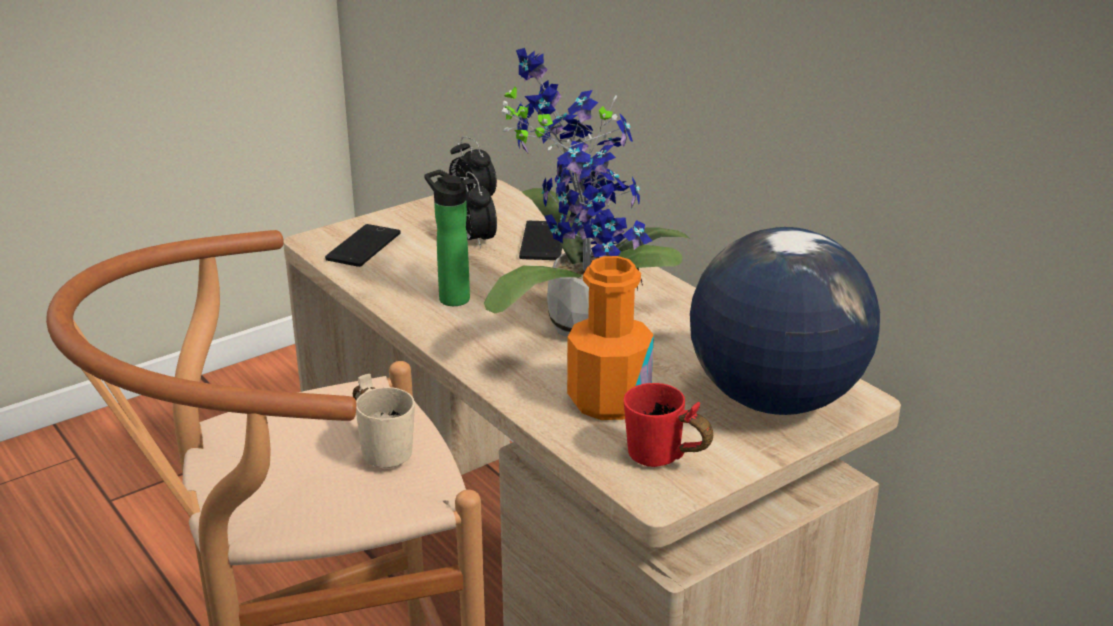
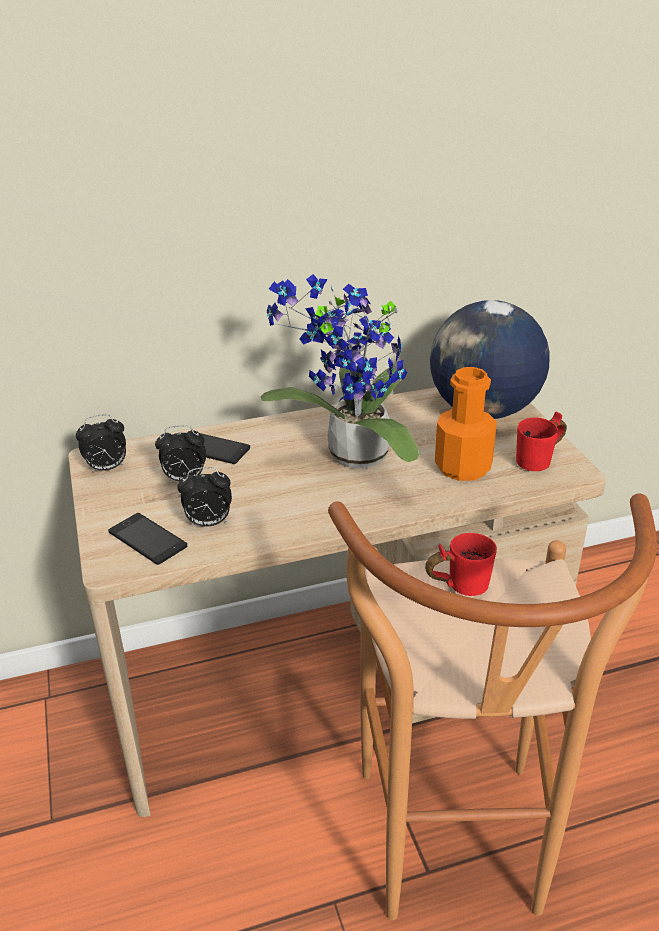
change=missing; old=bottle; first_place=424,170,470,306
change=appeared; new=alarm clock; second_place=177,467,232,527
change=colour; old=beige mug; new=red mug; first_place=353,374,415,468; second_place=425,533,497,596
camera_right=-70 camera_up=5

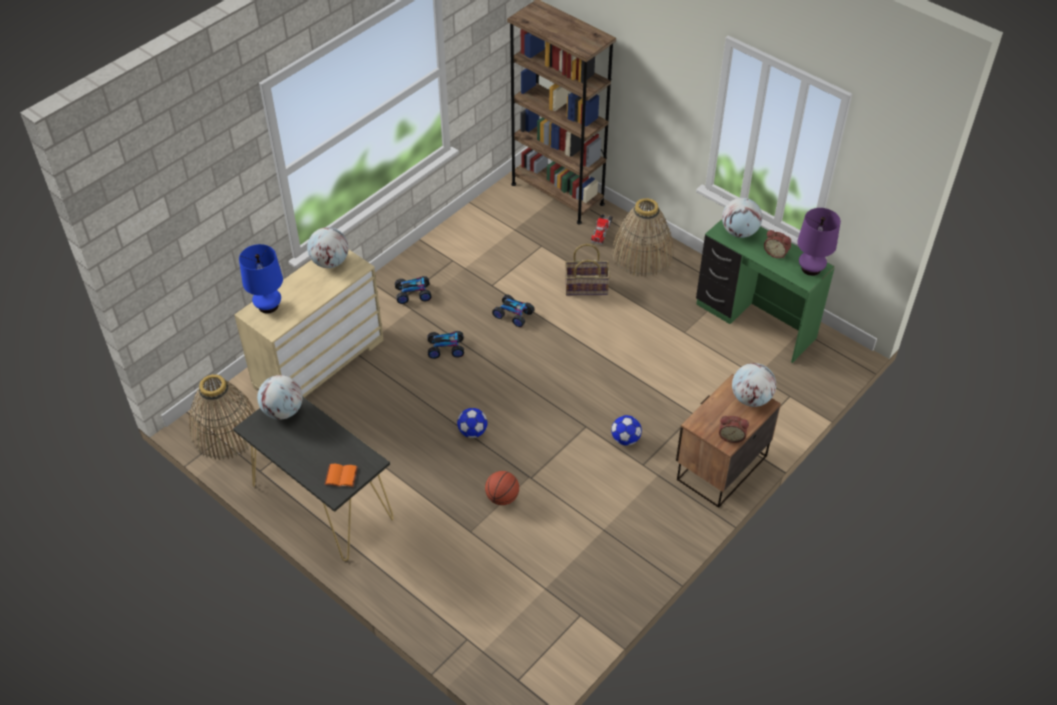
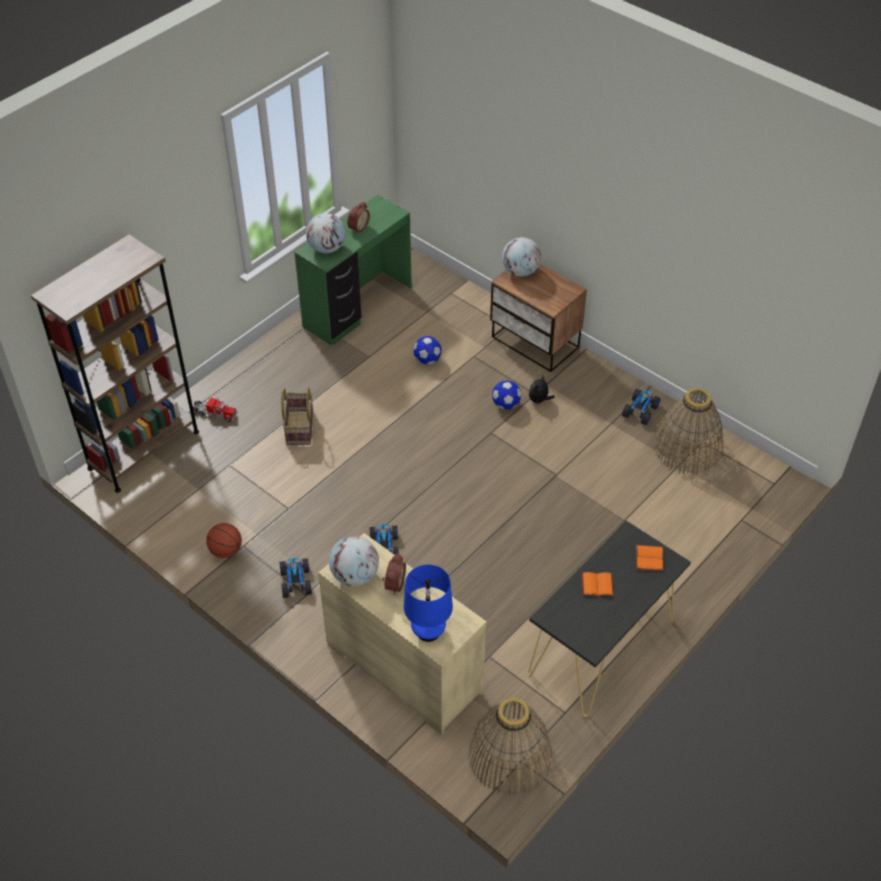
change=missing; old=globe; first_place=257,375,303,420
change=missing; old=purple table lamp; first_place=797,208,841,276
change=appeared; new=plush toy; second_place=529,376,555,405
change=appeared; new=orange book; second_place=581,572,614,596
change=relocated; old=football; first_place=457,408,487,438; second_place=413,336,442,364
change=relocated; old=basketball; first_place=485,471,519,505; second_place=206,523,242,558
change=relocated; old=toy car; first_place=492,294,535,327; second_place=622,389,660,425
change=relocated; old=basket; first_place=611,198,674,277; second_place=653,388,723,474
change=relocated; old=alarm clock; first_place=719,416,749,443; second_place=382,553,406,595
camera_right=-90 camera_up=0

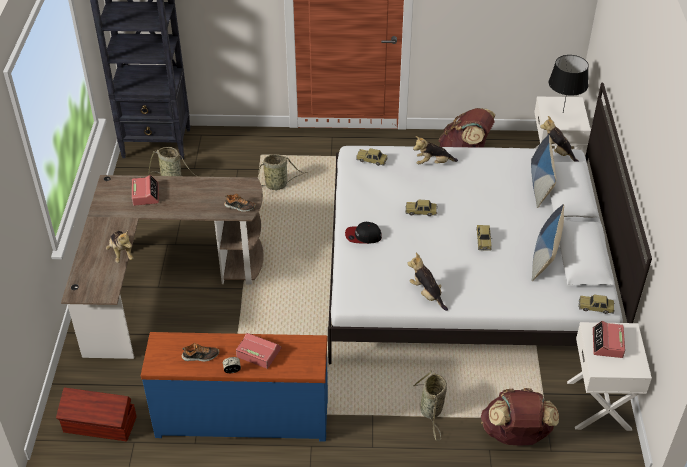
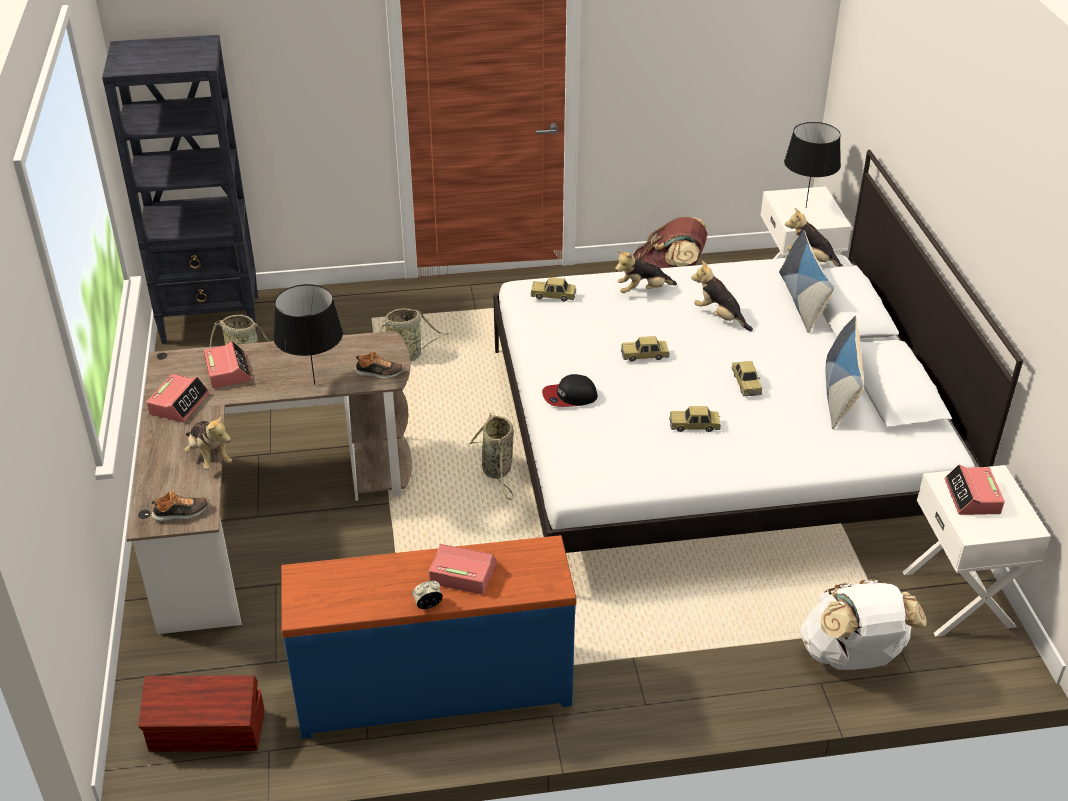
change=appeared; new=alarm clock; second_place=146,374,209,422
change=appeared; new=black table lamp; second_place=273,284,343,385
change=relocated; old=shoe; first_place=182,343,219,362; second_place=151,492,209,521
change=relocated; old=plush toy; first_place=407,253,448,311; second_place=691,261,753,331
change=relocated; old=basket; first_place=412,370,447,441; second_place=468,413,514,500
change=relocated; old=toy car; first_place=579,295,615,314; second_place=669,406,722,432
change=colour; old=brown backpack; new=white backpack; first_place=481,388,559,446; second_place=801,579,927,670
camera_right=-10 camera_up=-5

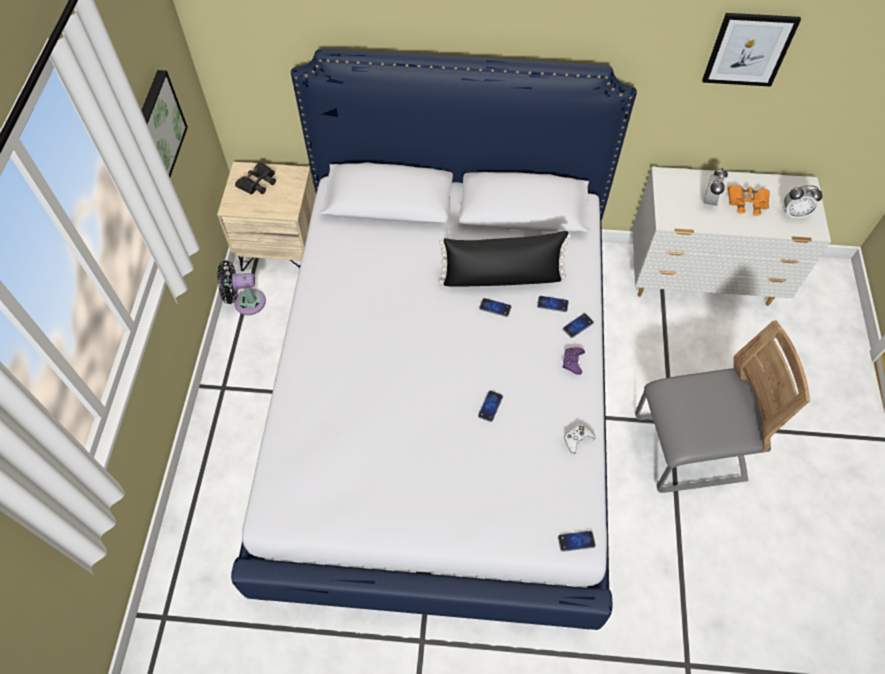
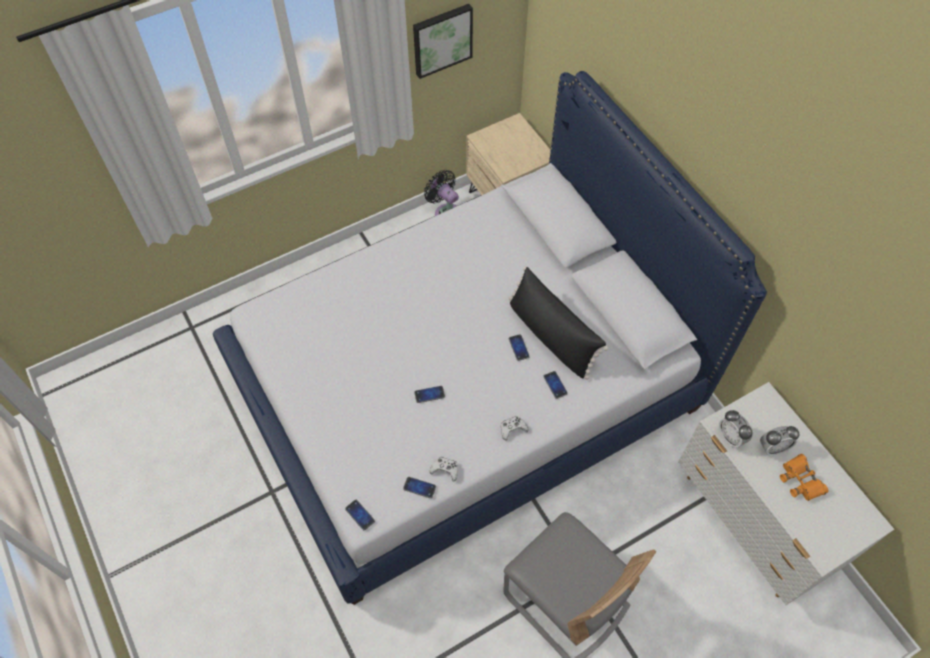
change=missing; old=black binoculars; first_place=235,161,276,194
change=missing; old=picture; first_place=702,13,801,87
change=relocated; old=phone; first_place=563,313,594,338; second_place=403,477,436,498
change=relocated; old=alarm clock; first_place=784,185,822,218; second_place=719,410,752,448
change=colour; old=purple game controller; new=white game controller; first_place=563,347,585,375; second_place=501,416,529,441
camera_right=55 camera_up=0

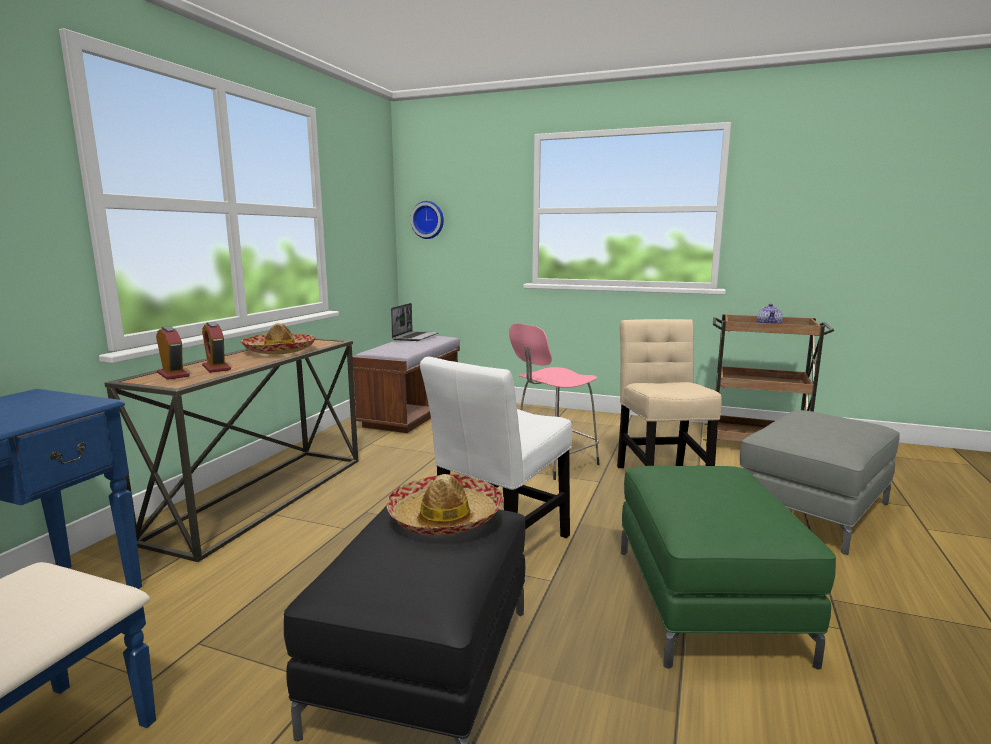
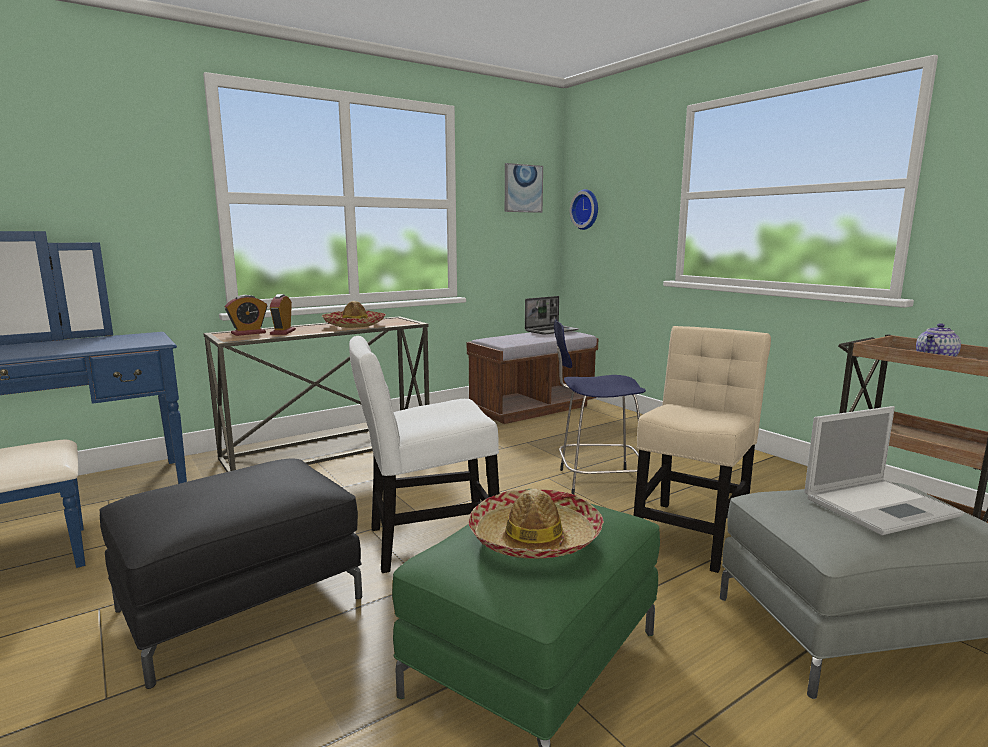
change=appeared; new=picture; second_place=505,163,543,213
change=appeared; new=laptop; second_place=804,406,964,535
change=relocated; old=hat; first_place=386,474,504,535; second_place=468,488,604,559
change=colour; old=pink stool; new=blue stool; first_place=509,323,600,480; second_place=554,319,646,494
change=spun; old=alarm clock; first_place=156,326,190,380; second_place=225,295,267,336; degrees=60
camera_right=35 camera_up=0

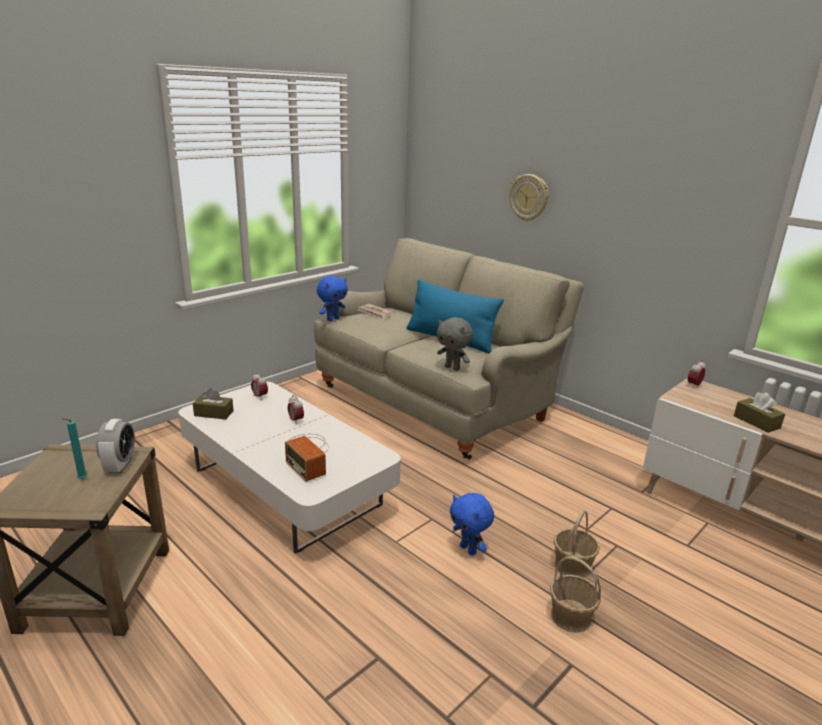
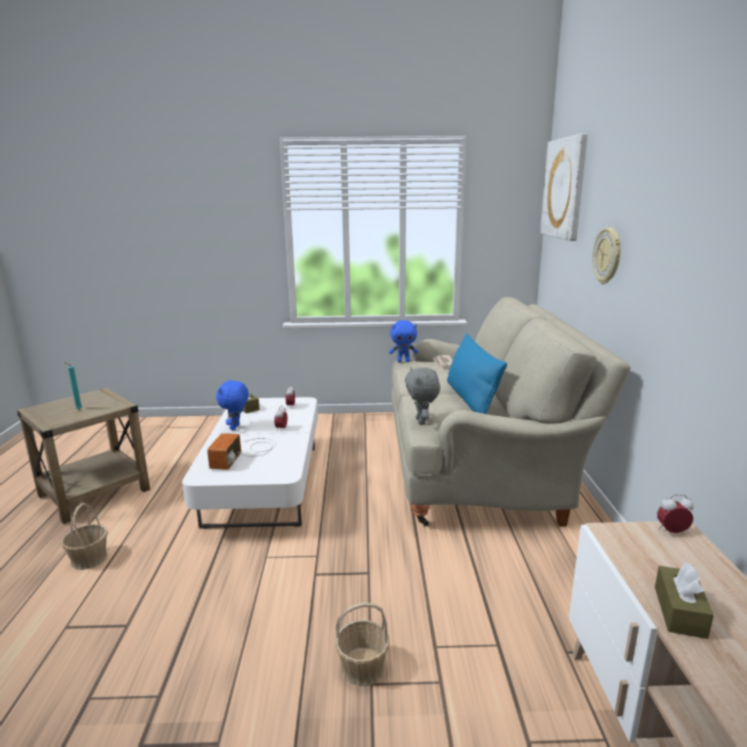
change=missing; old=alarm clock; first_place=96,419,135,473
change=appeared; new=picture; second_place=540,133,588,241
change=relocated; old=blue plush toy; first_place=450,493,494,556; second_place=216,380,249,430
change=relocated; old=basket; first_place=550,556,601,633; second_place=61,503,108,570
camera_right=45 camera_up=-5

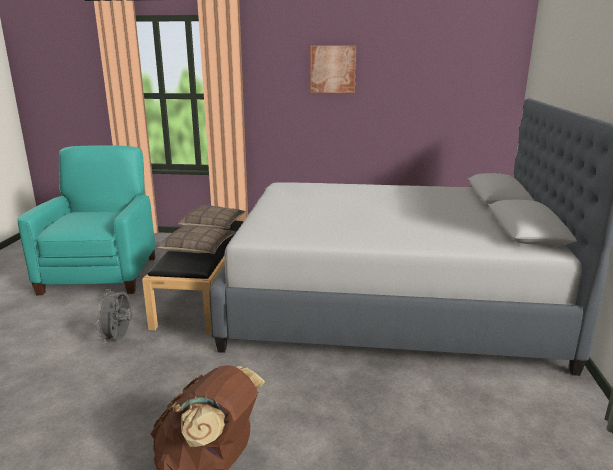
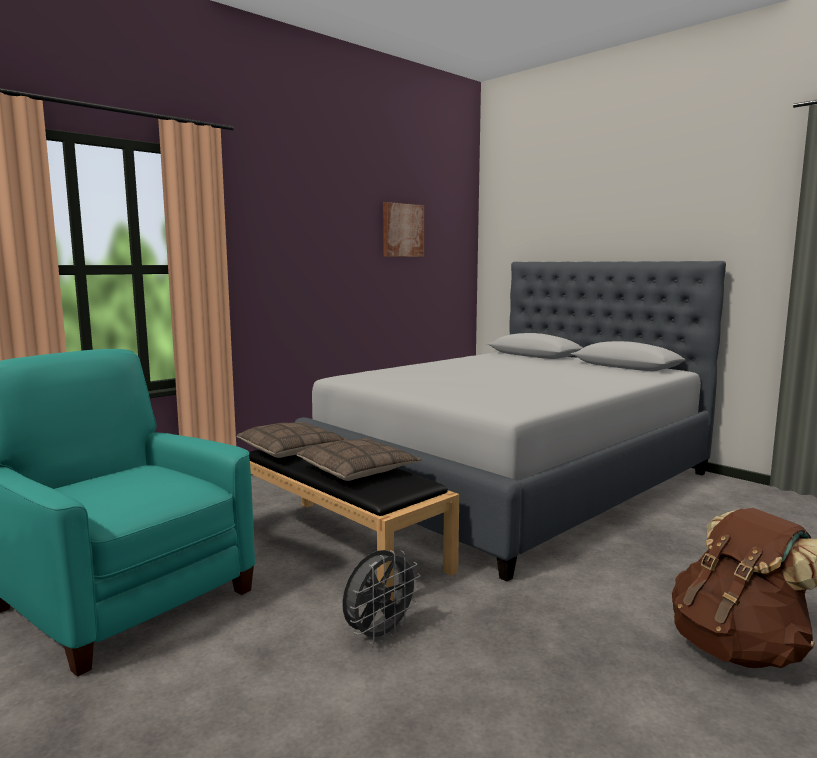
change=relocated; old=picture; first_place=310,45,356,93; second_place=383,202,424,257
change=spun; old=grey fan; first_place=95,288,133,343; second_place=342,550,421,645; degrees=-90
camera_right=-50 camera_up=-10

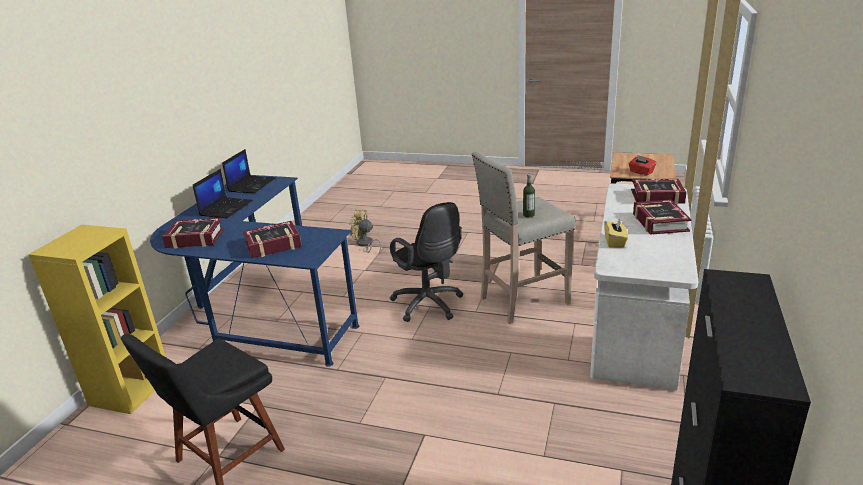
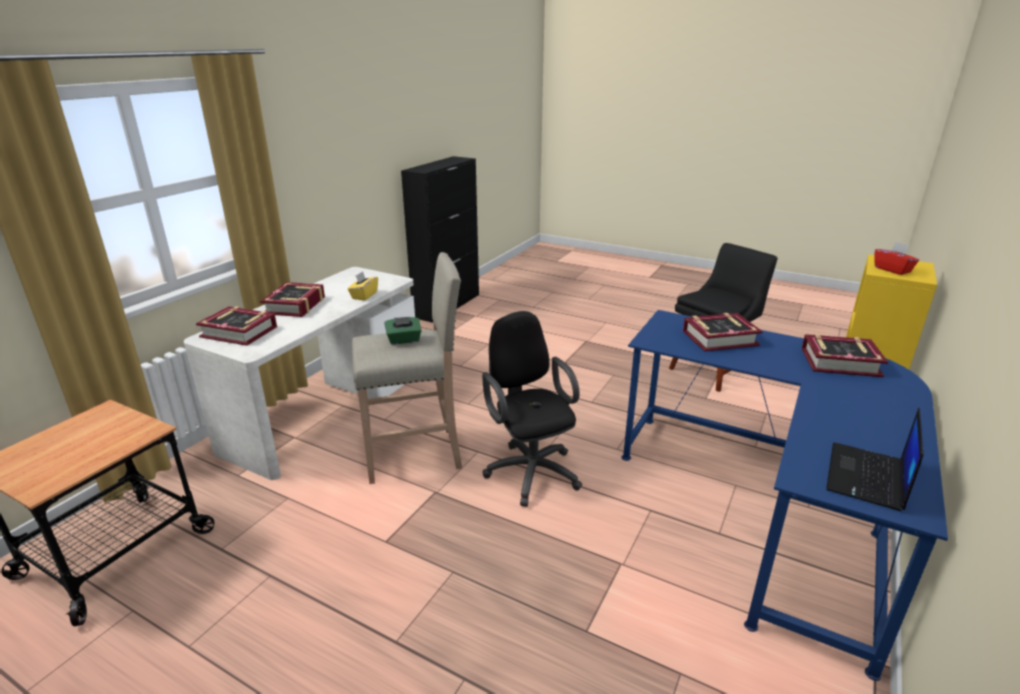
change=missing; old=laptop; first_place=193,169,253,218
change=missing; old=yellow fan; first_place=349,210,381,254
change=relocated; old=red tissue box; first_place=628,155,656,176; second_place=874,242,919,275
change=exchanged; old=bottle; new=green tissue box; first_place=523,174,535,217; second_place=384,317,422,345
camera_right=-170 camera_up=0

